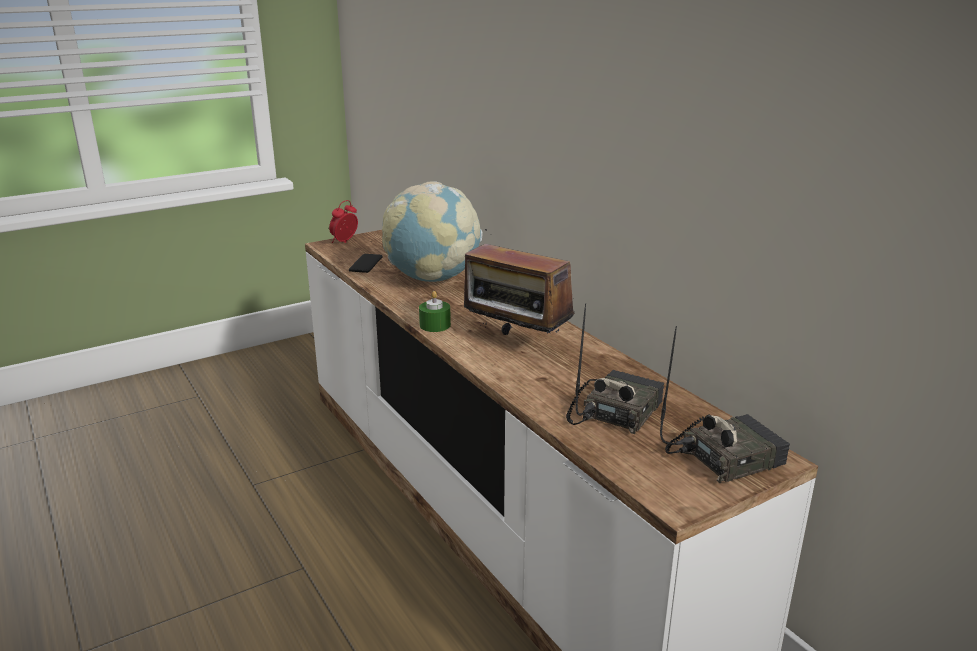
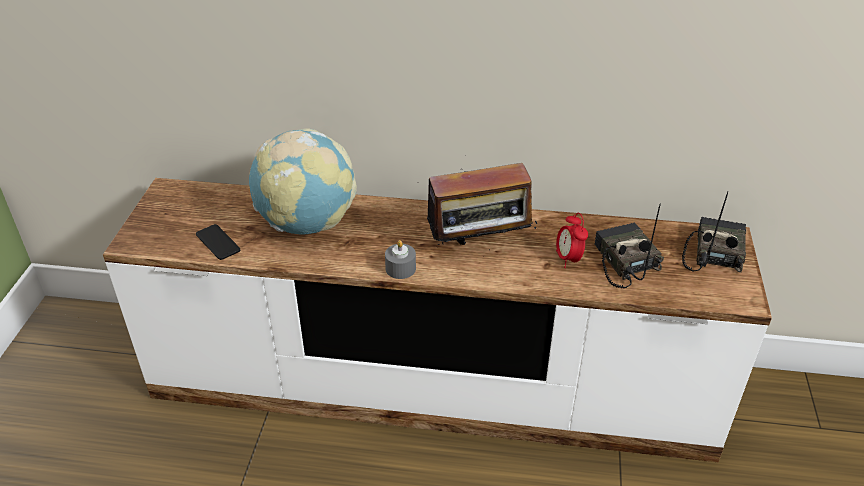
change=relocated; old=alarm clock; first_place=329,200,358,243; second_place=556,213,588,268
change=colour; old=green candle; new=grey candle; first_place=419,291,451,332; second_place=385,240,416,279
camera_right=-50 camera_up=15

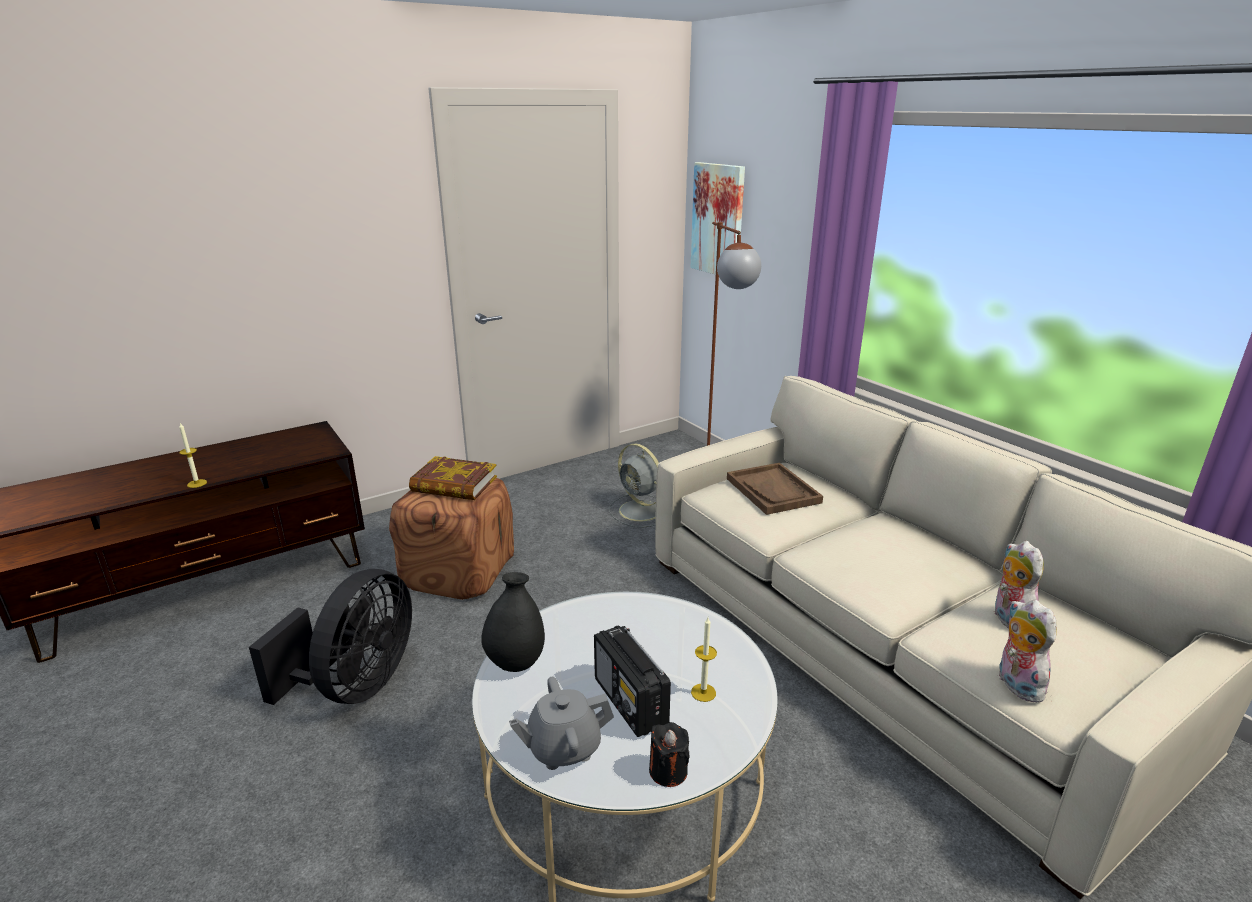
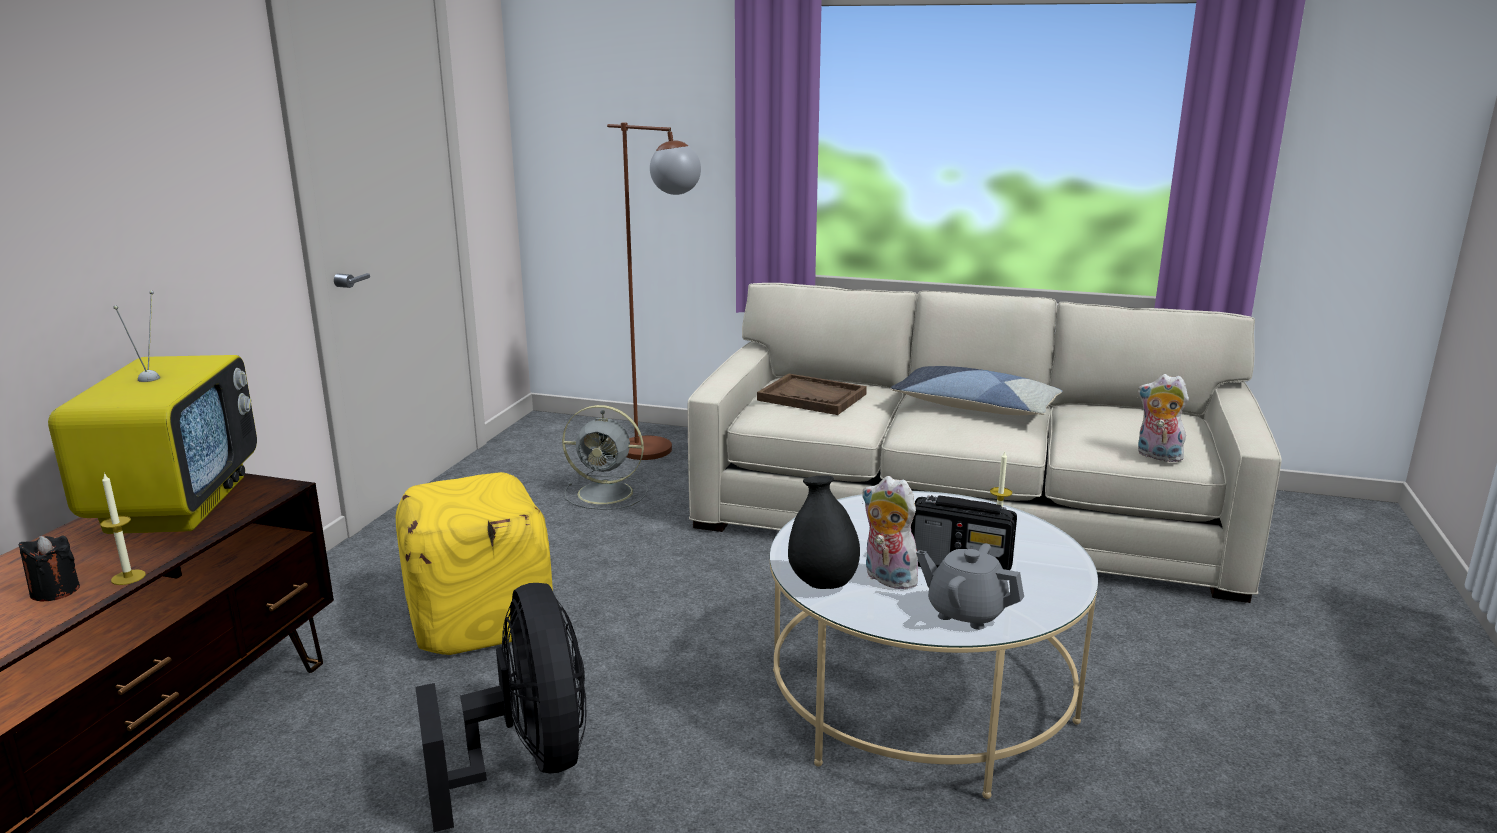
change=missing; old=book; first_place=409,456,497,500
change=missing; old=picture; first_place=691,162,745,275
change=appeared; new=television; second_place=48,291,257,534
change=appeared; new=pillow; second_place=891,366,1062,415
change=relocated; old=black candle; first_place=649,722,690,787; second_place=19,535,80,601
change=relocated; old=plush toy; first_place=993,541,1044,629; second_place=862,476,921,589
change=colour; old=brown ottoman; new=yellow ottoman; first_place=389,478,514,600; second_place=396,472,553,655
change=spun; old=grey teapot; first_place=509,677,614,770; second_place=916,543,1024,630; degrees=90
camera_right=-40 camera_up=-5

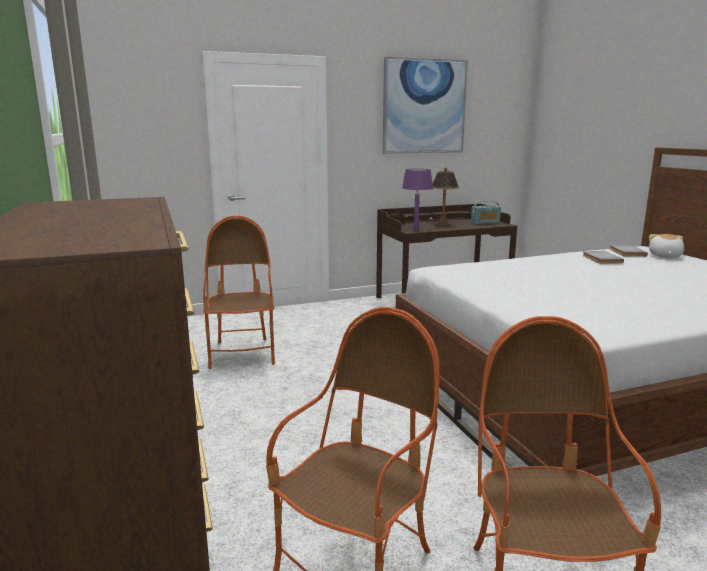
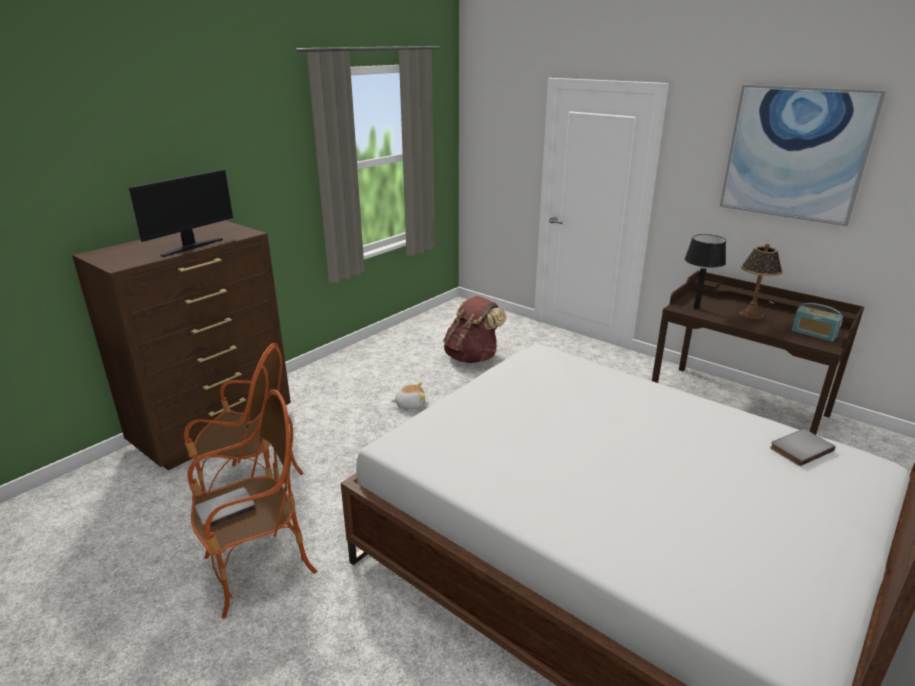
change=appeared; new=monitor; second_place=129,169,233,257
change=relocated; old=grey book; first_place=583,251,624,264; second_place=194,487,256,530
change=relocated; old=plush toy; first_place=649,234,684,258; second_place=392,382,426,409
change=exchanged; old=armchair; new=brown backpack; first_place=203,216,275,369; second_place=443,296,507,363
change=colour; old=purple table lamp; new=black table lamp; first_place=402,169,433,229; second_place=685,234,726,309
camera_right=60 camera_up=10

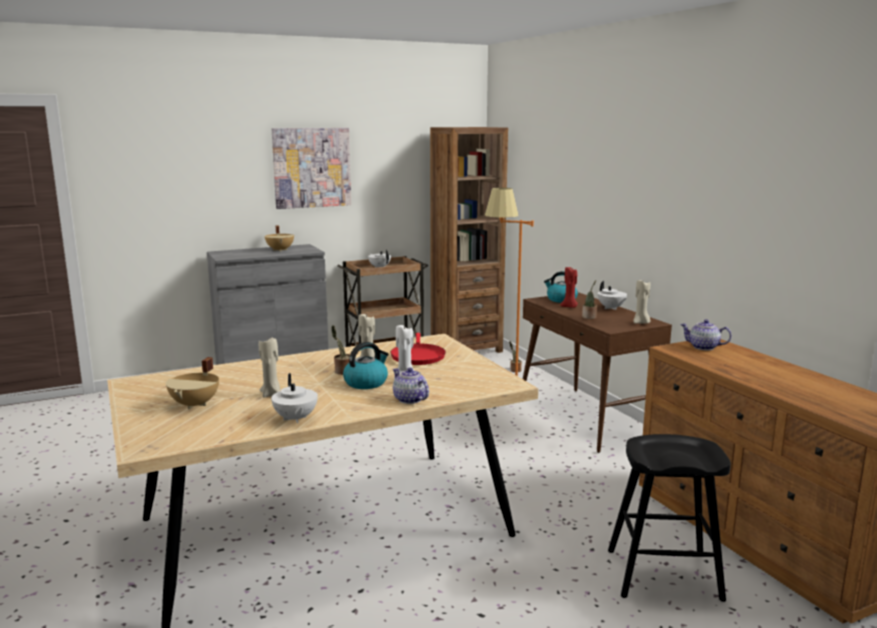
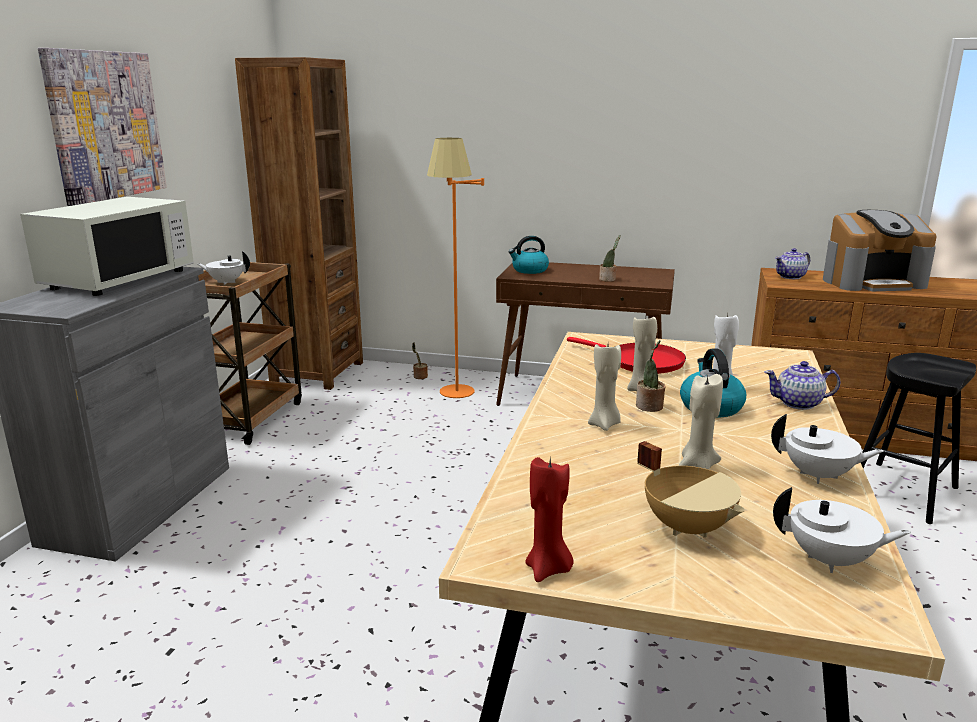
change=appeared; new=coffee machine; second_place=823,210,937,291
change=relocated; old=red candle; first_place=560,267,578,308; second_place=525,457,574,582
change=relocated; old=white teapot; first_place=598,281,627,310; second_place=773,487,911,573
change=relocated; old=beige candle; first_place=633,280,650,324; second_place=588,344,621,431
change=exchanged; old=beige cooking pot; new=white microwave; first_place=264,226,294,251; second_place=20,197,194,296
camera_right=-50 camera_up=5

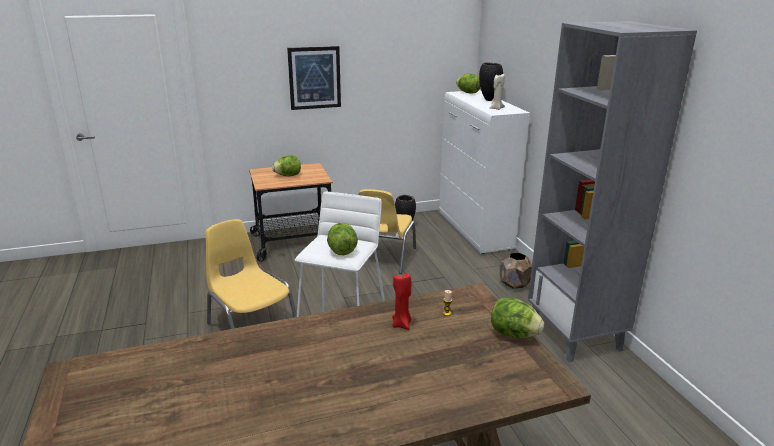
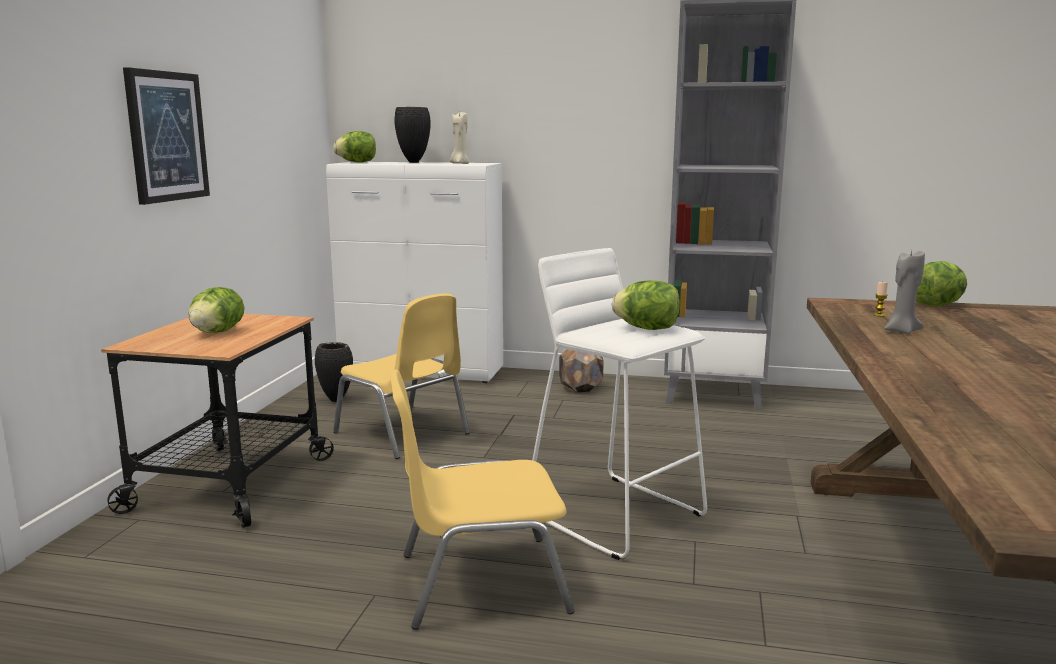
change=colour; old=red candle; new=grey candle; first_place=392,272,412,330; second_place=884,250,925,334
camera_right=-60 camera_up=-10

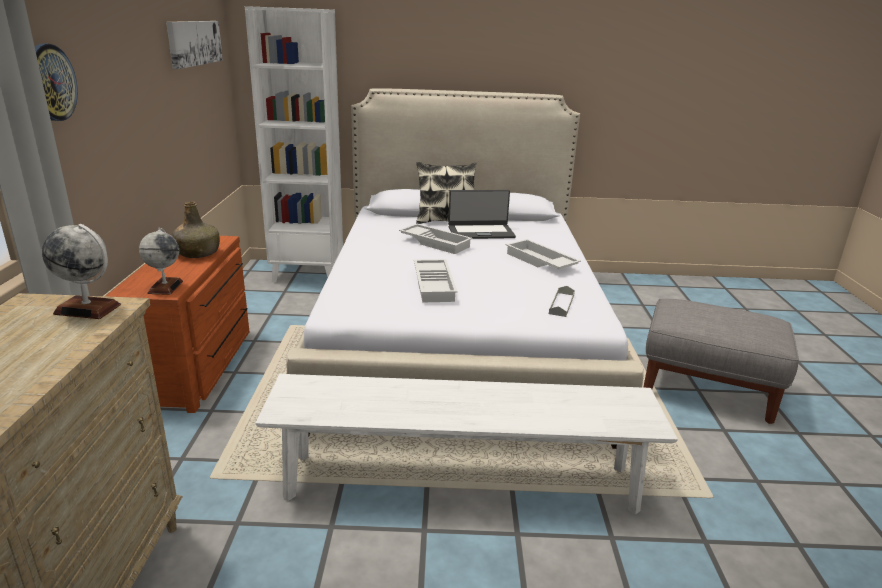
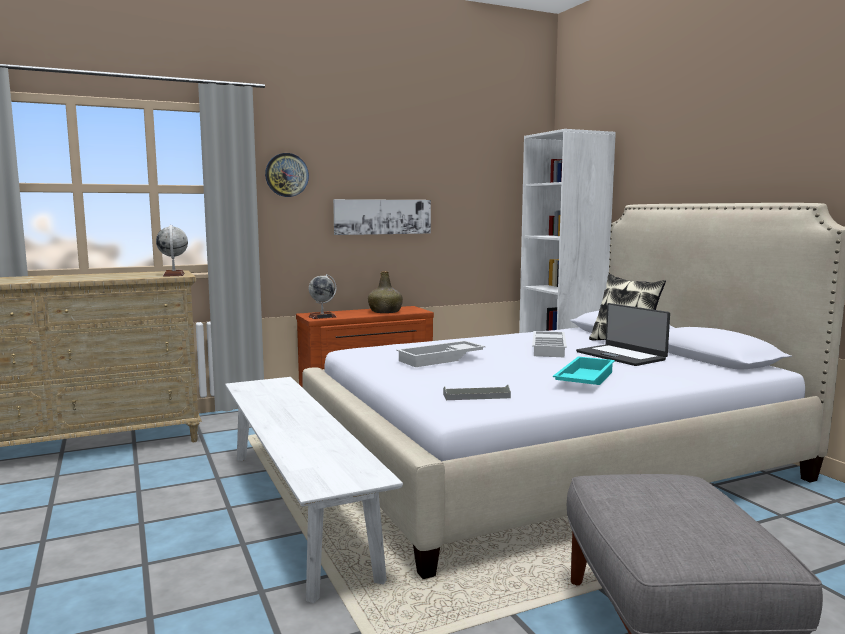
change=relocated; old=picture; first_place=166,21,223,69; second_place=333,199,431,235
change=colour; old=white tray; new=turquoise tray; first_place=506,239,581,269; second_place=553,357,615,385
camera_right=65 camera_up=-15

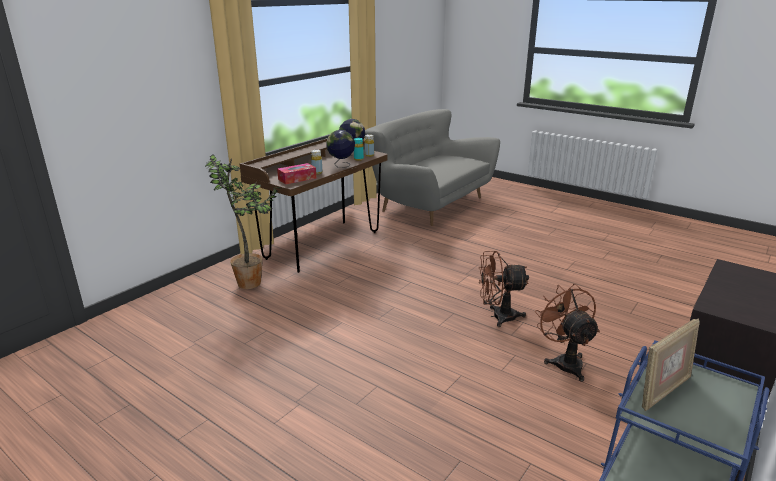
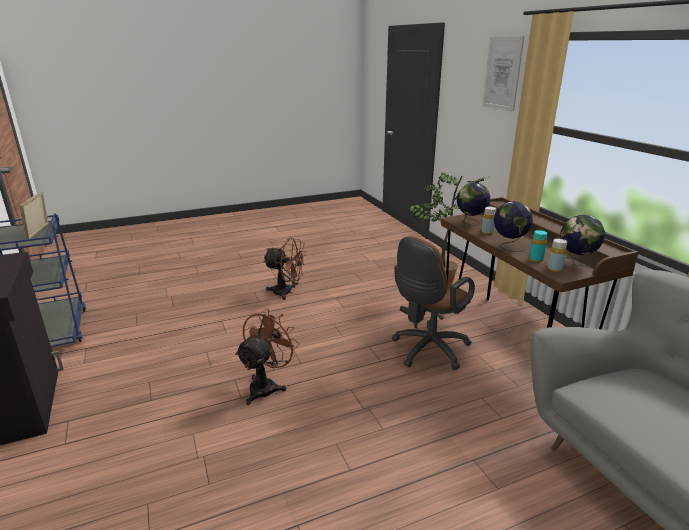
change=appeared; new=brown office chair; second_place=392,236,475,370
change=appeared; new=picture; second_place=482,36,524,111
change=relocated; old=brown fan; first_place=535,284,600,382; second_place=263,238,306,300
change=exchanged; old=tissue box; new=globe; first_place=277,163,316,184; second_place=457,182,490,226
camera_right=120 camera_up=0

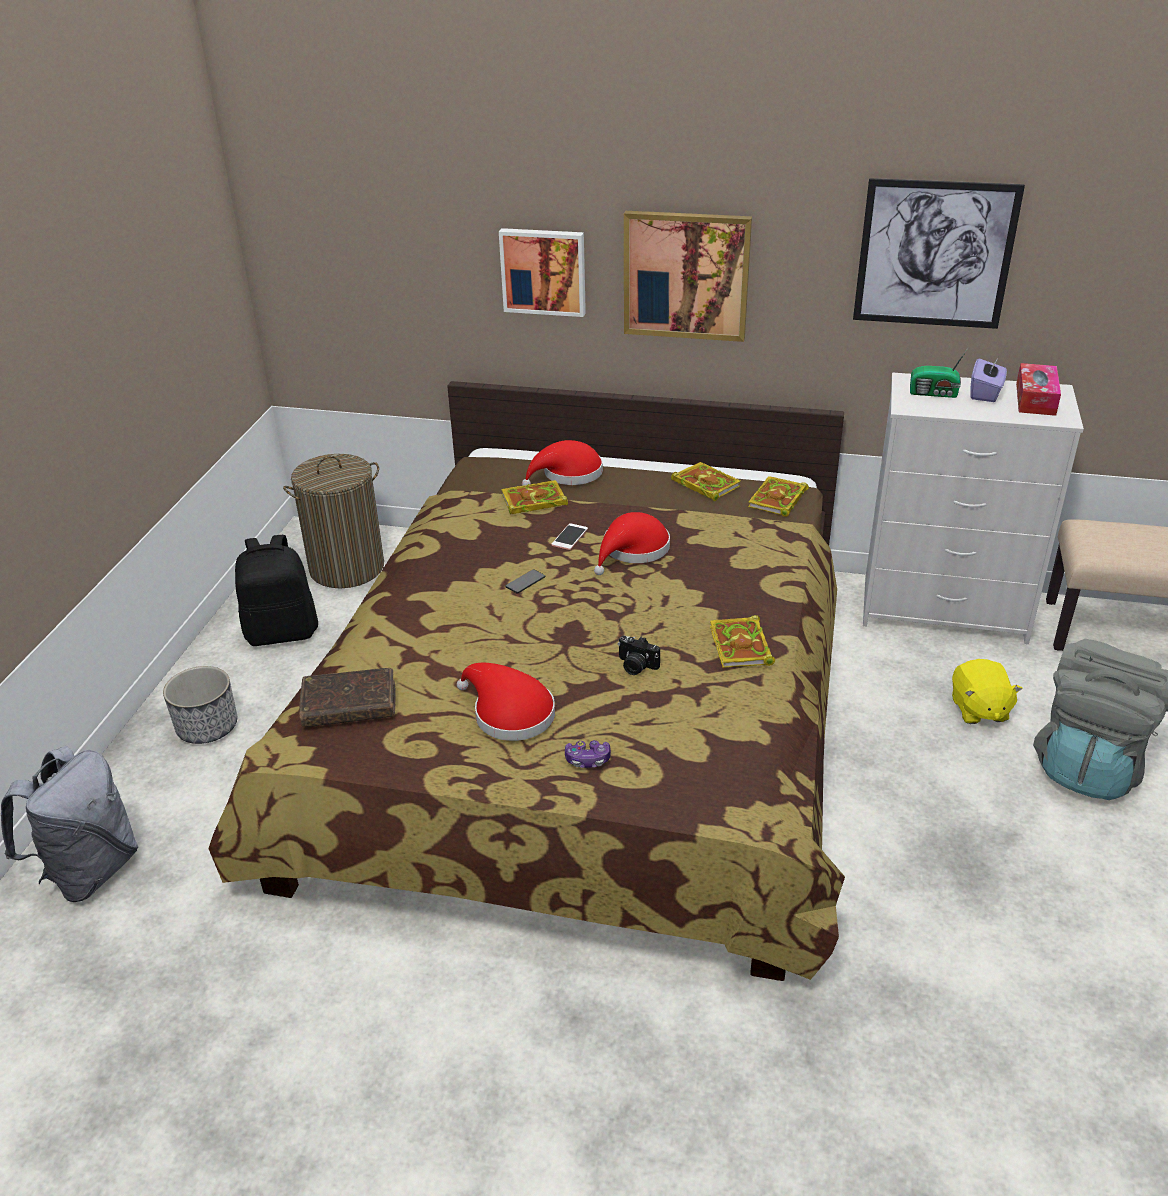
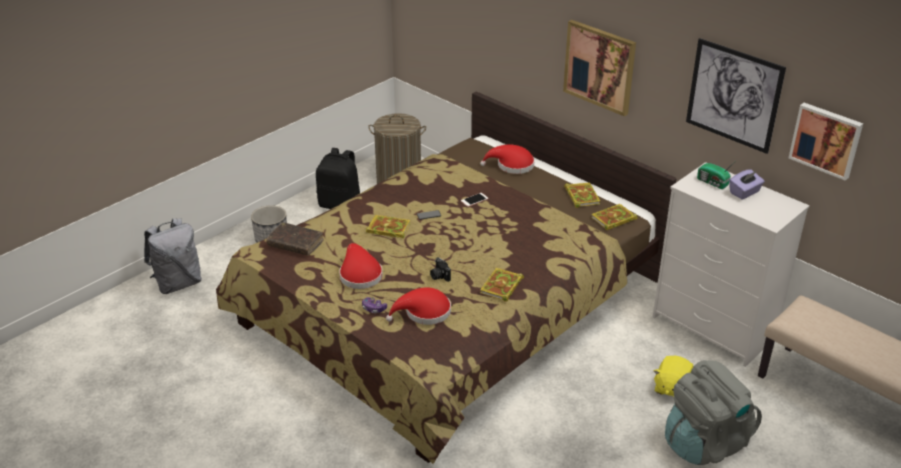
change=missing; old=tissue box; first_place=1016,363,1061,416
change=relocated; old=picture; first_place=499,228,586,317; second_place=789,103,863,181
change=relocated; old=book; first_place=501,480,568,514; second_place=366,215,410,238
change=relocated; old=red hat; first_place=594,512,670,575; second_place=386,287,451,325
camera_right=30 camera_up=0

